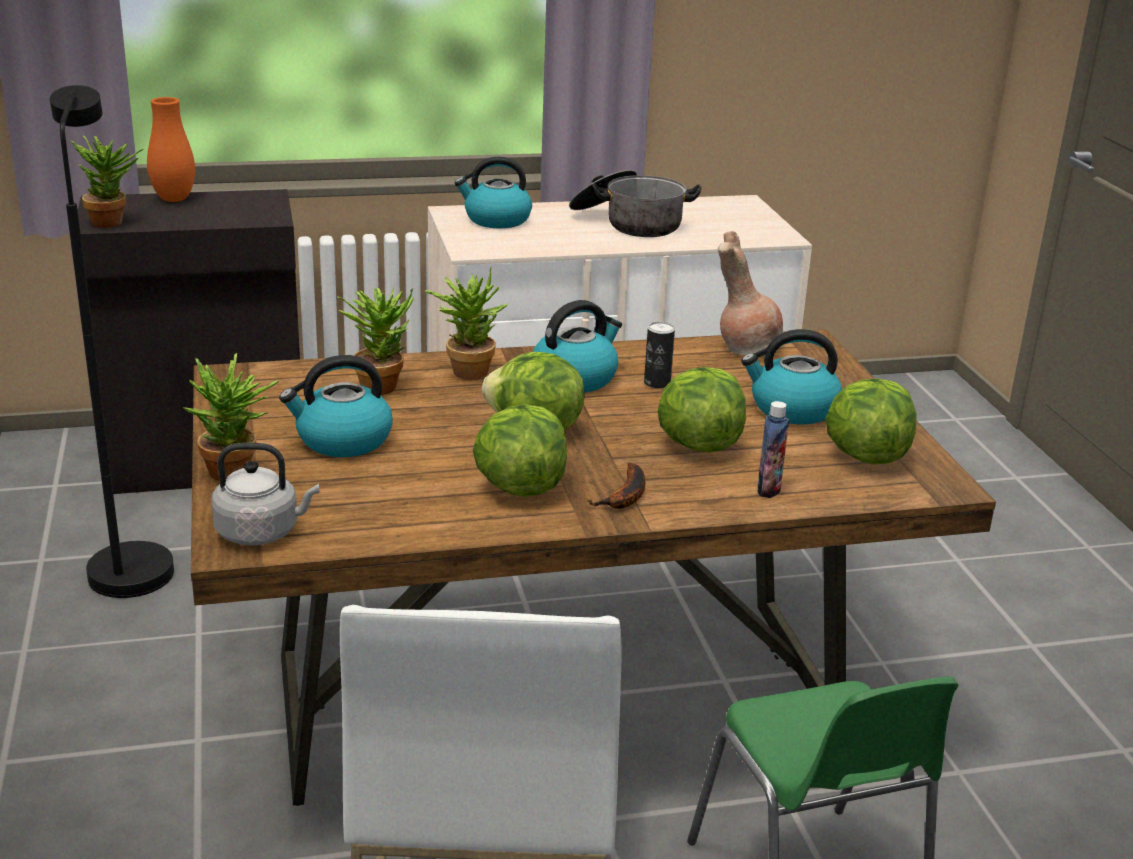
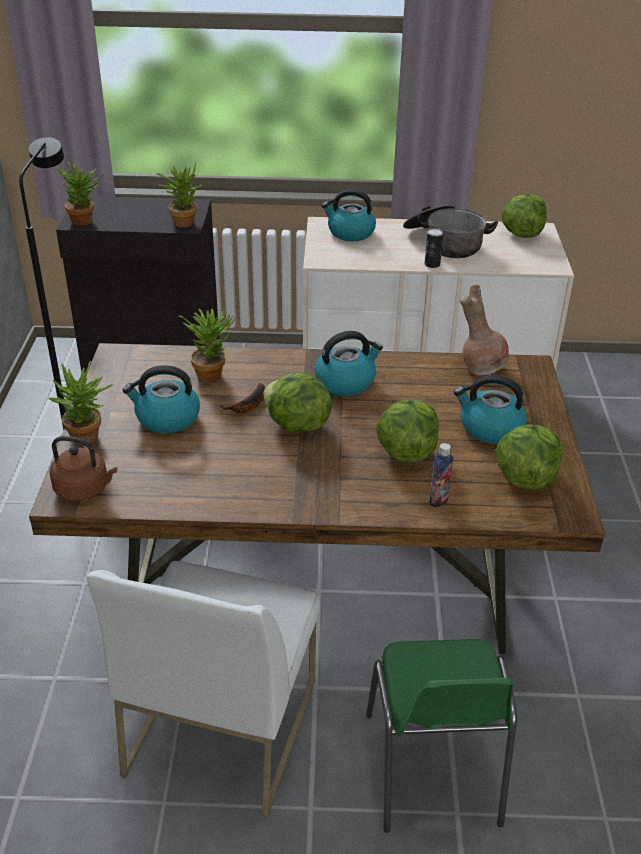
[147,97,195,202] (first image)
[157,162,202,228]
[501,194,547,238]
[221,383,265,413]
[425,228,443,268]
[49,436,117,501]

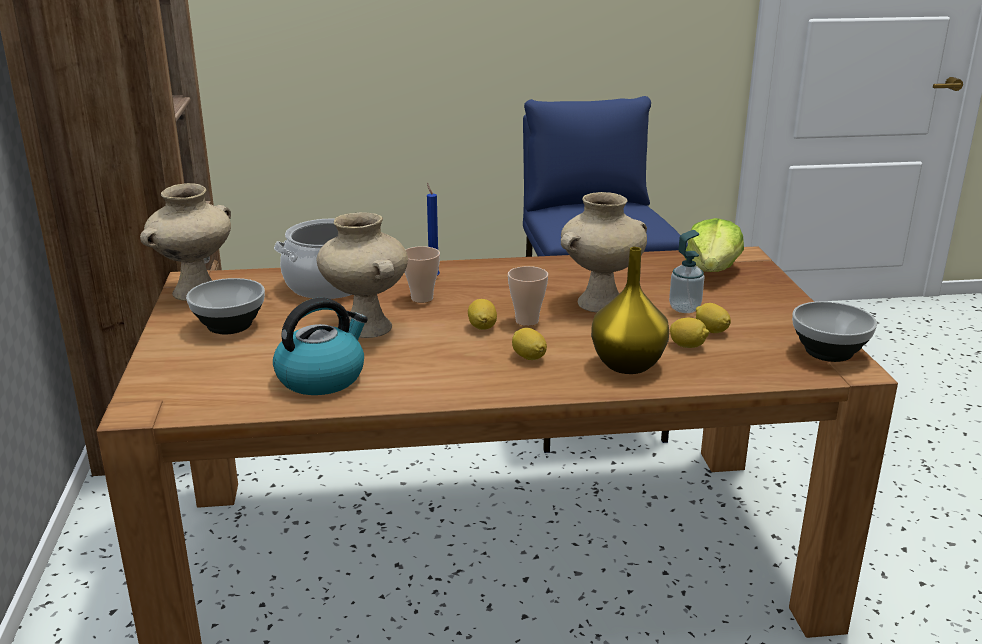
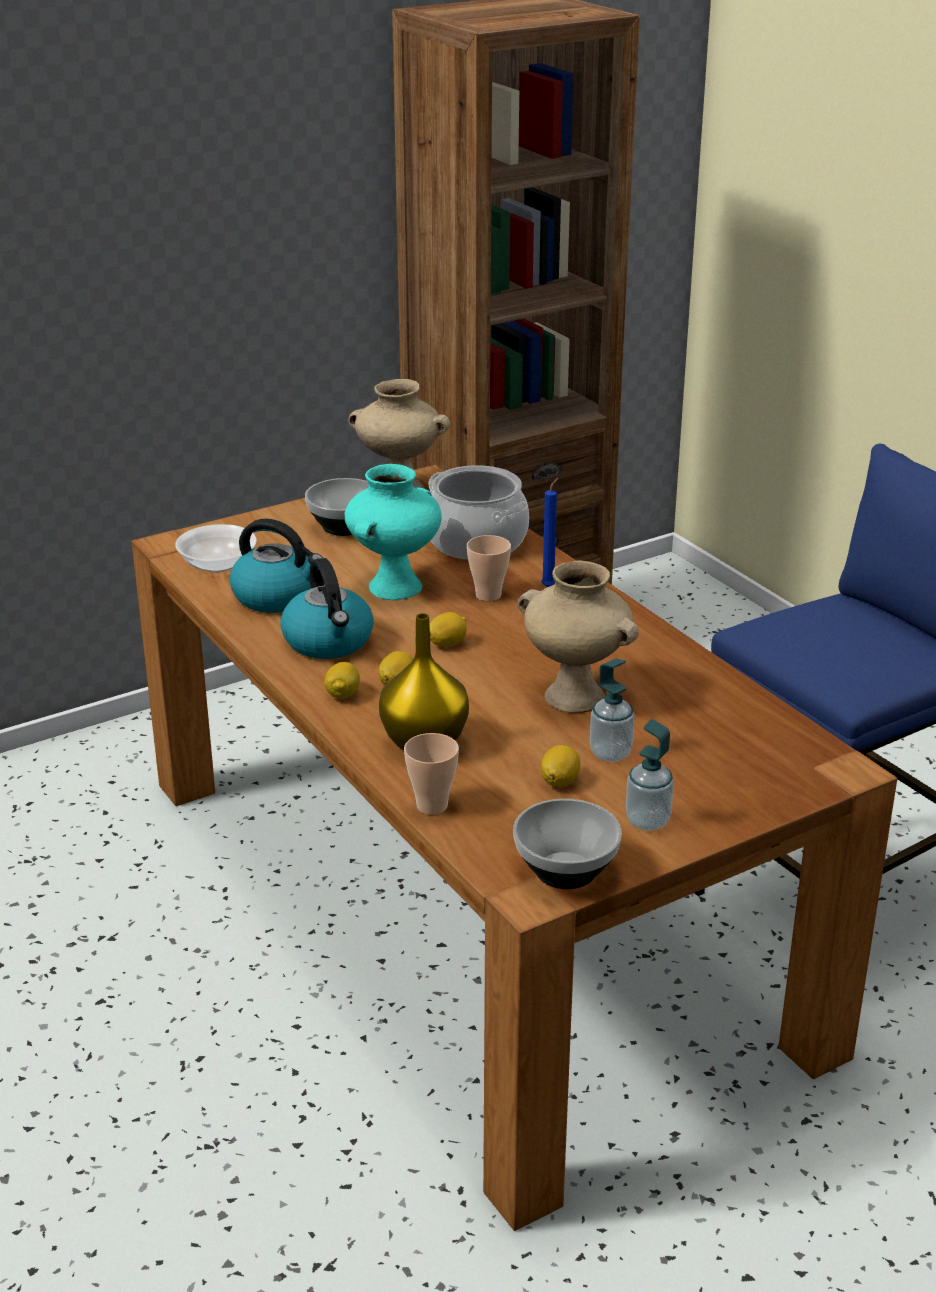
[684,218,744,272] (first image)
[175,524,257,573]
[280,558,374,659]
[626,719,674,831]
[404,733,459,815]
[324,662,360,699]
[345,464,442,600]

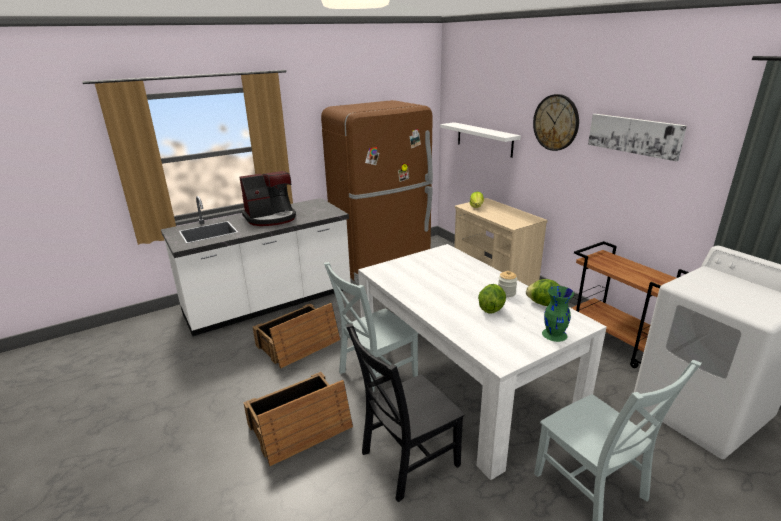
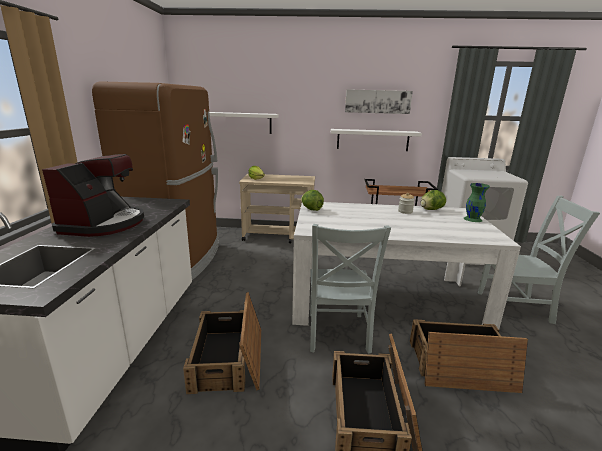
[533,94,579,151] (first image)
[331,129,422,151]
[301,190,324,211]
[410,319,528,393]

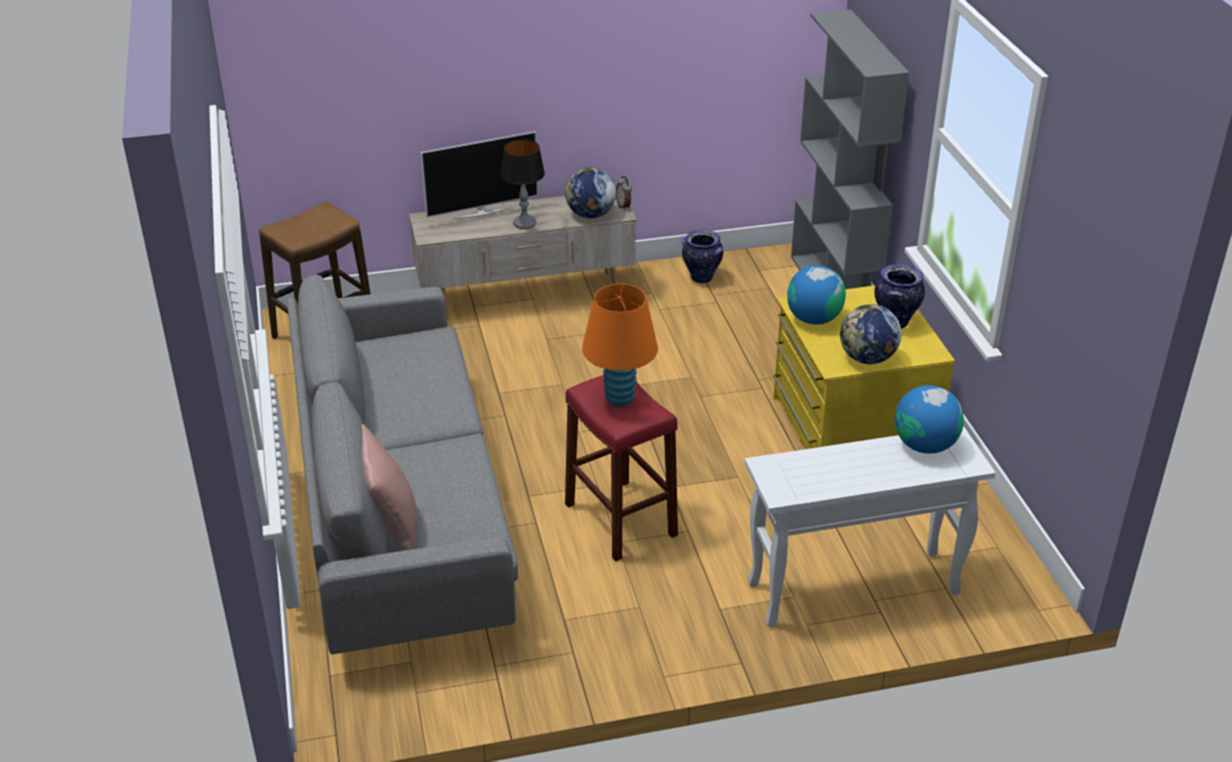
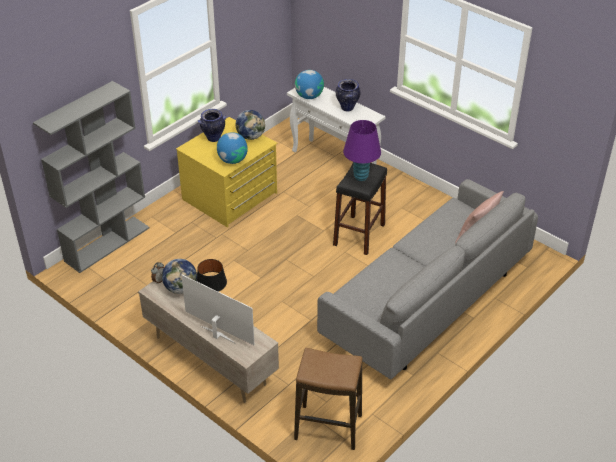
[336,79,360,111]
[333,163,387,255]
[343,120,381,181]

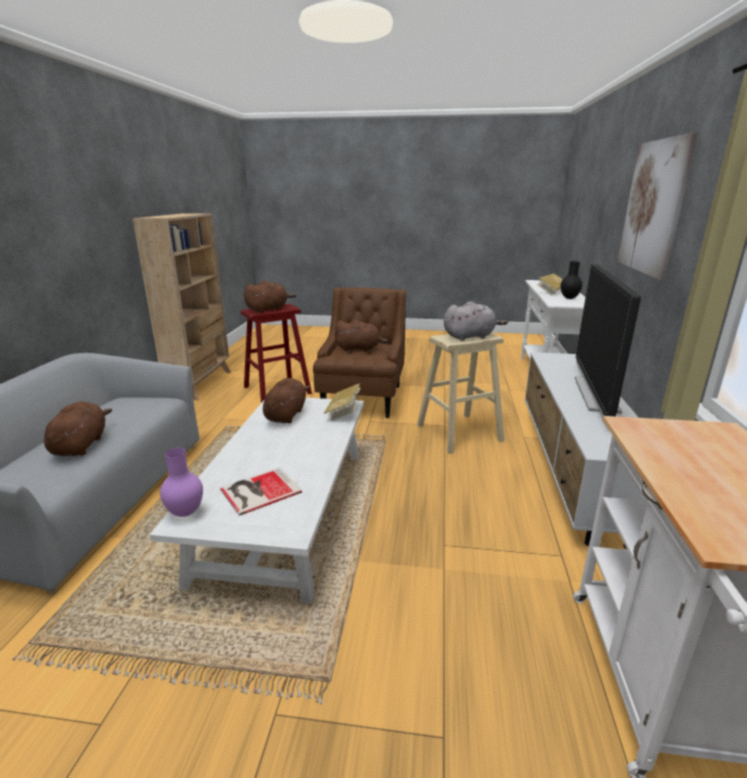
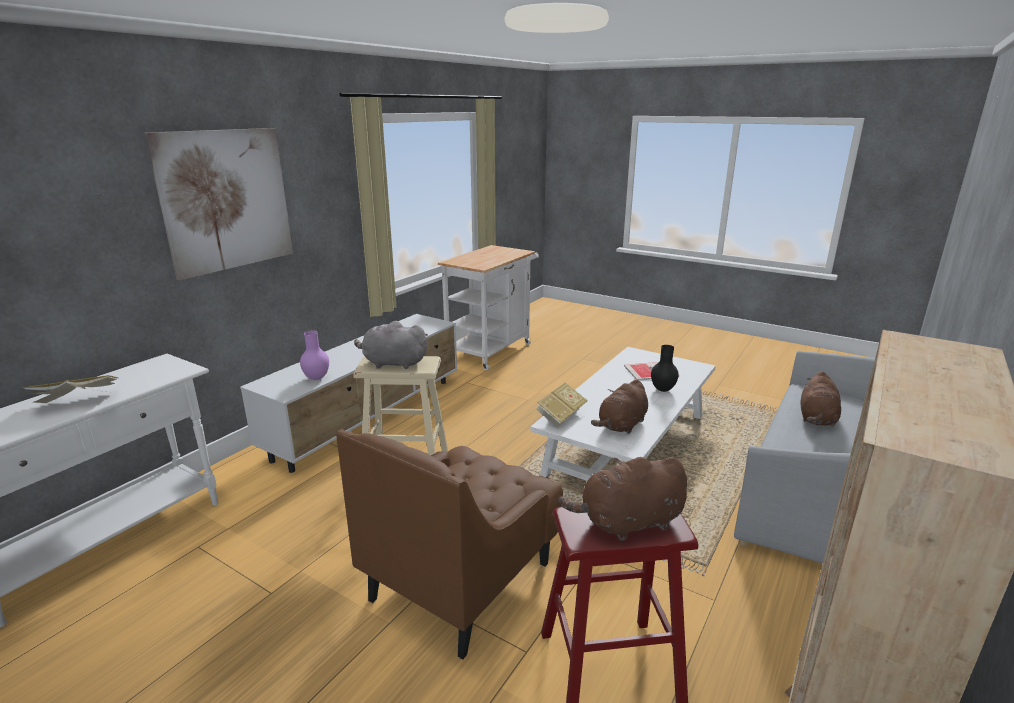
[334,319,388,352] (first image)
[575,264,641,417] (first image)
[300,331,329,380]
[651,345,679,392]

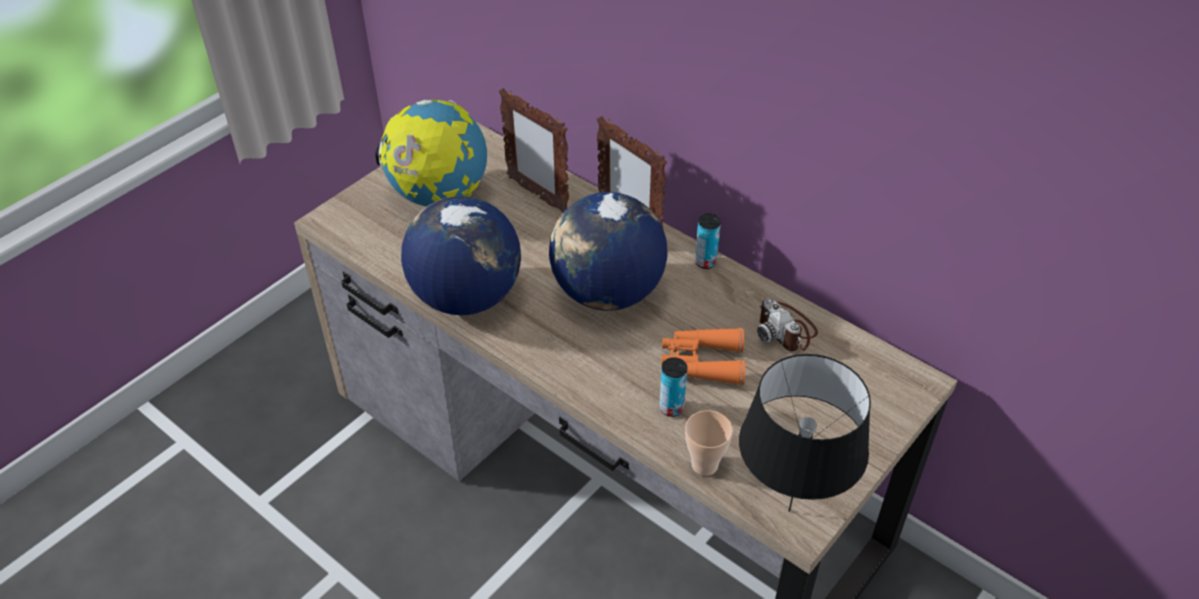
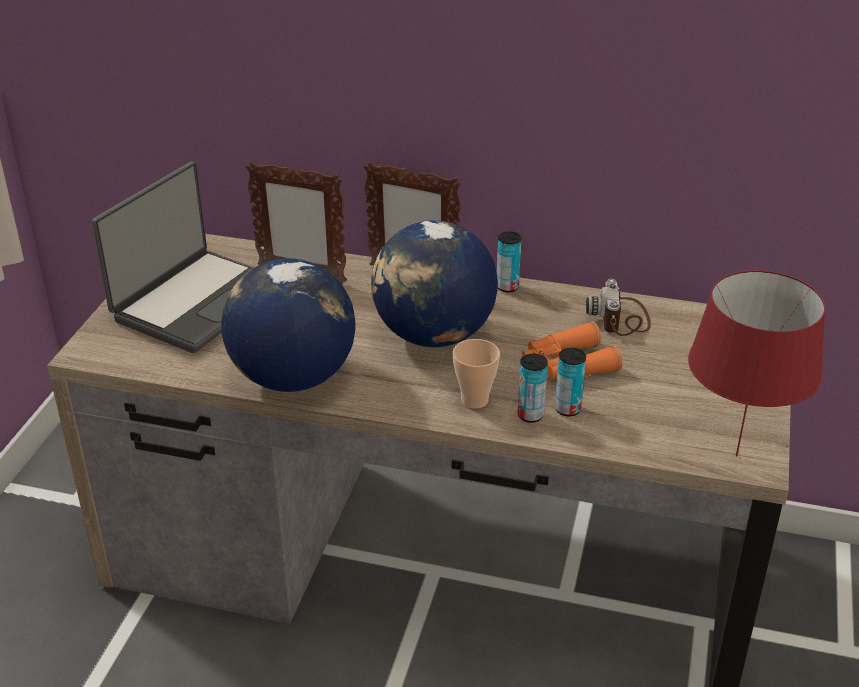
[518,354,548,423]
[453,339,500,409]
[92,162,255,353]
[688,270,826,457]
[586,279,651,336]

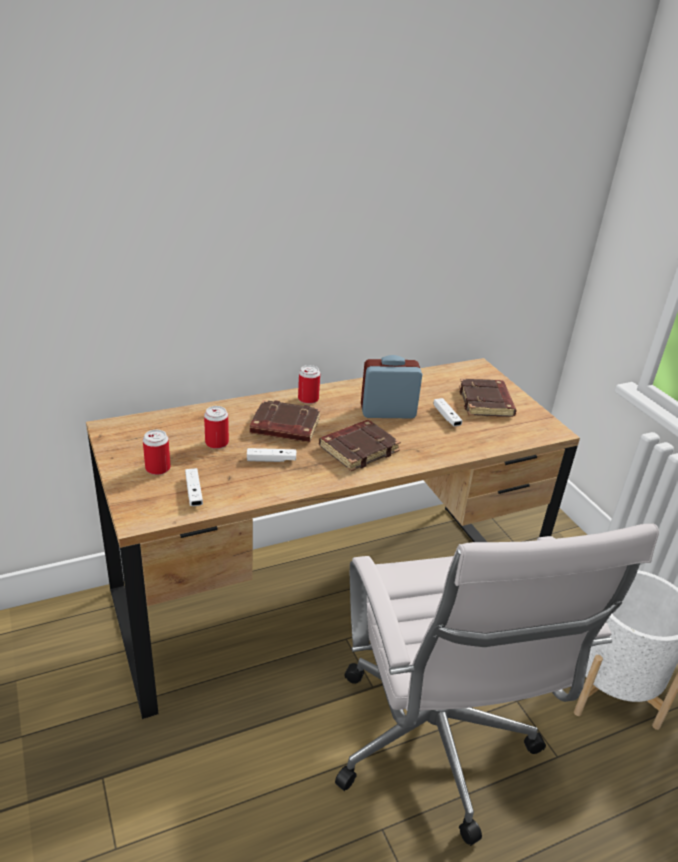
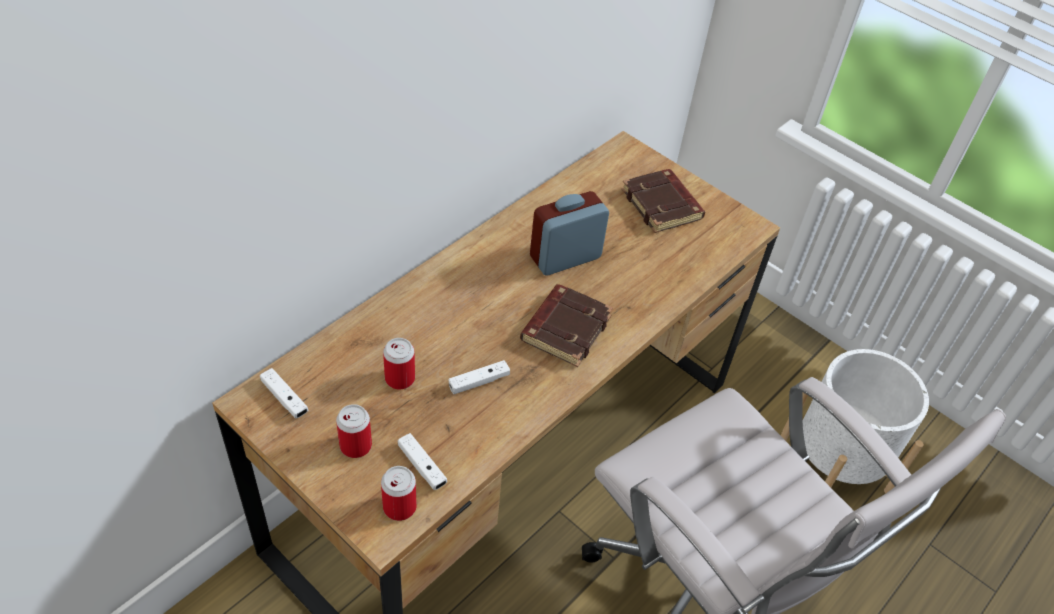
[250,400,321,442] (first image)
[381,466,416,521]
[260,368,308,419]

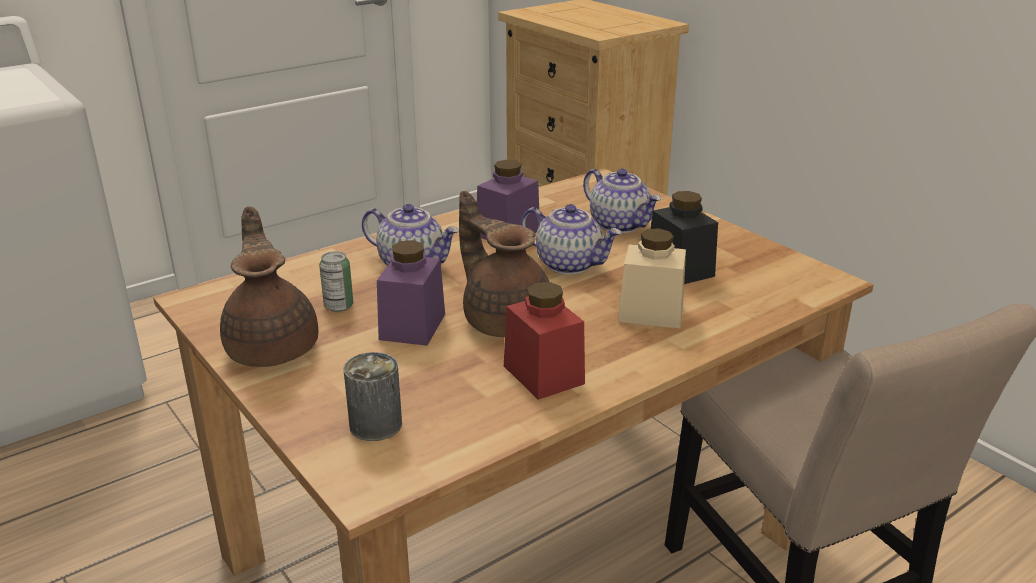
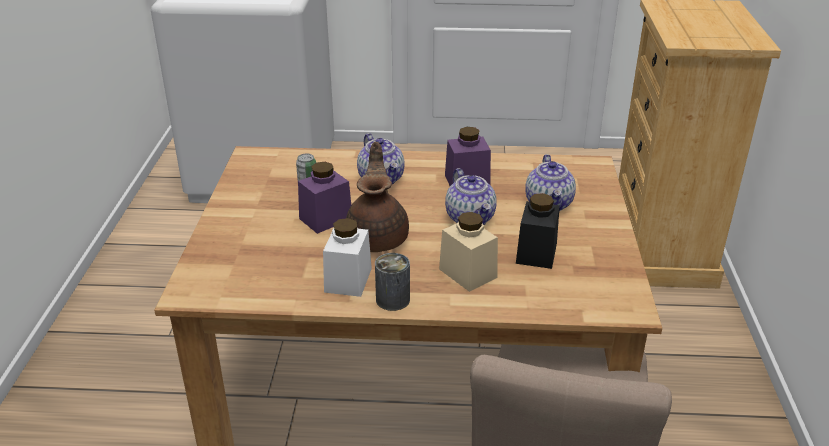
[220,207,318,367] (first image)
[375,253,410,311]
[323,218,372,297]

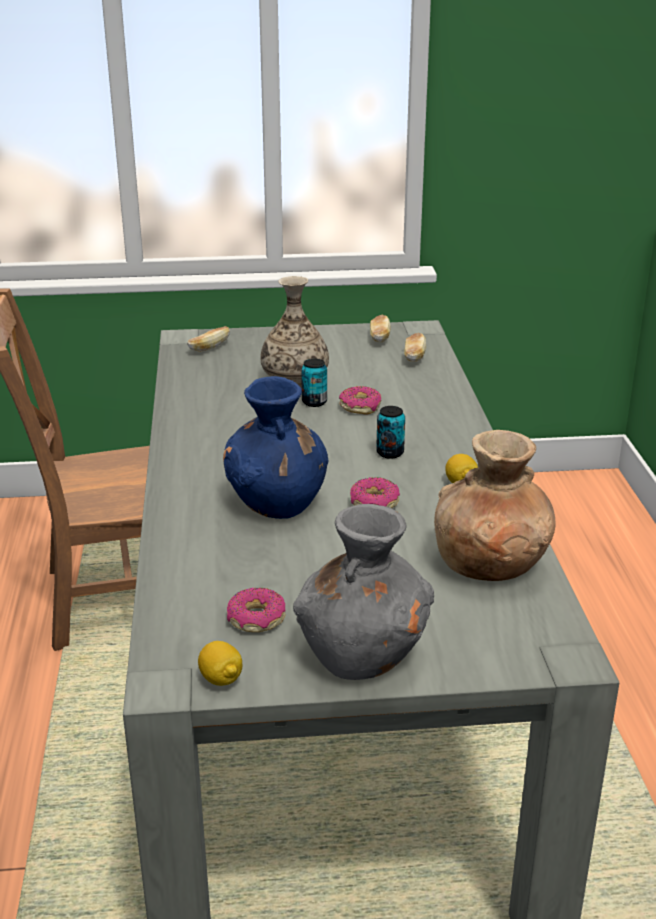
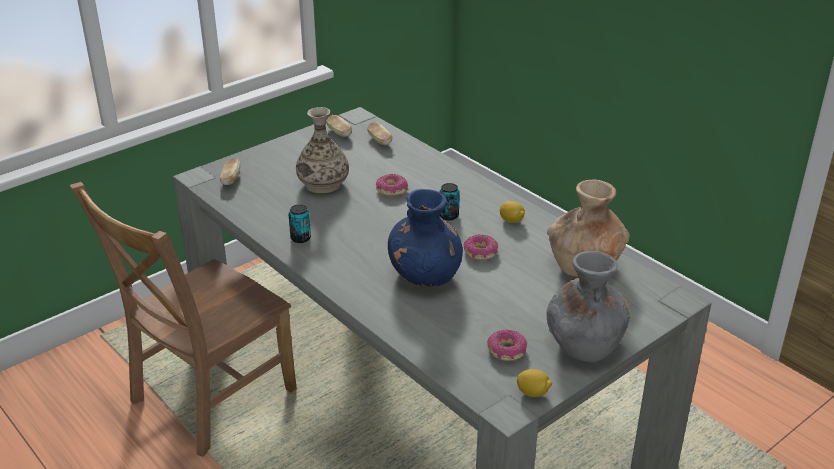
[289,205,311,243]

